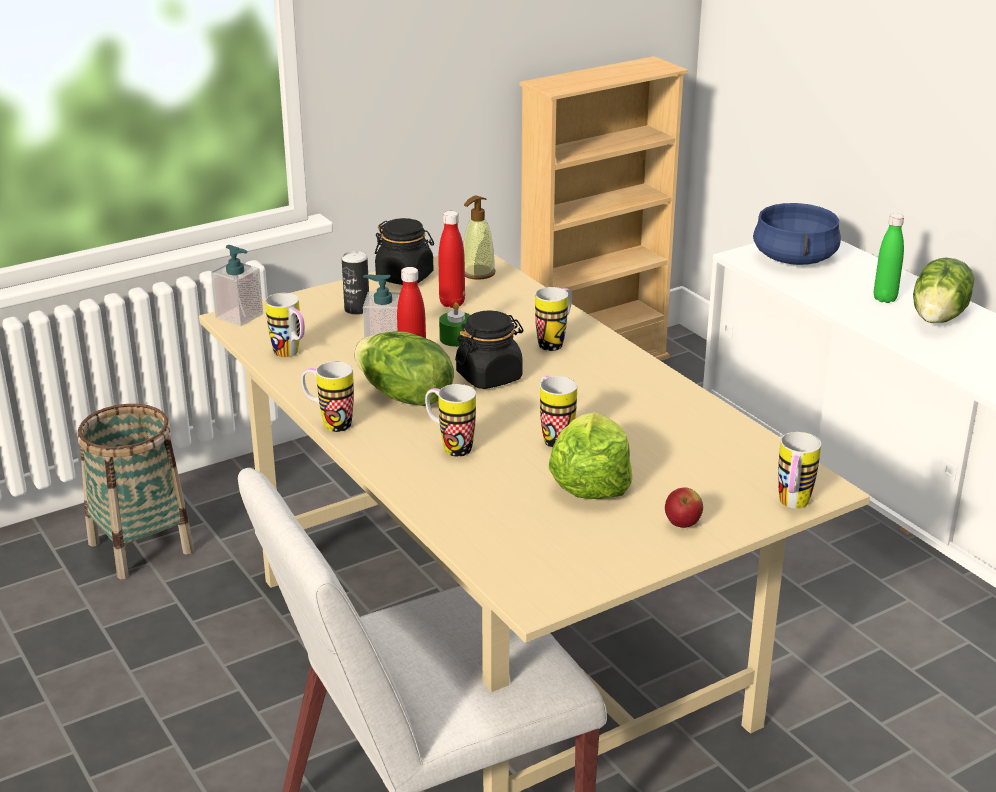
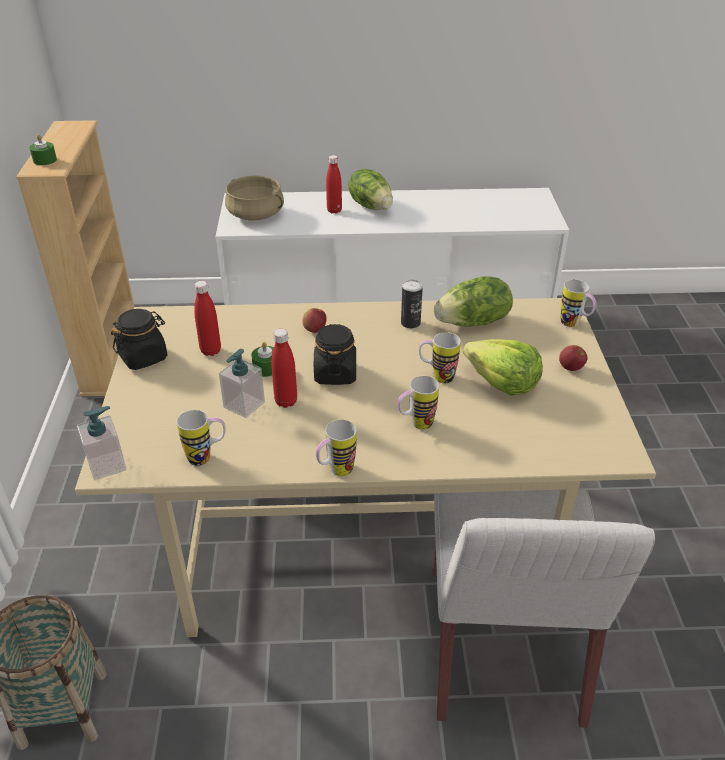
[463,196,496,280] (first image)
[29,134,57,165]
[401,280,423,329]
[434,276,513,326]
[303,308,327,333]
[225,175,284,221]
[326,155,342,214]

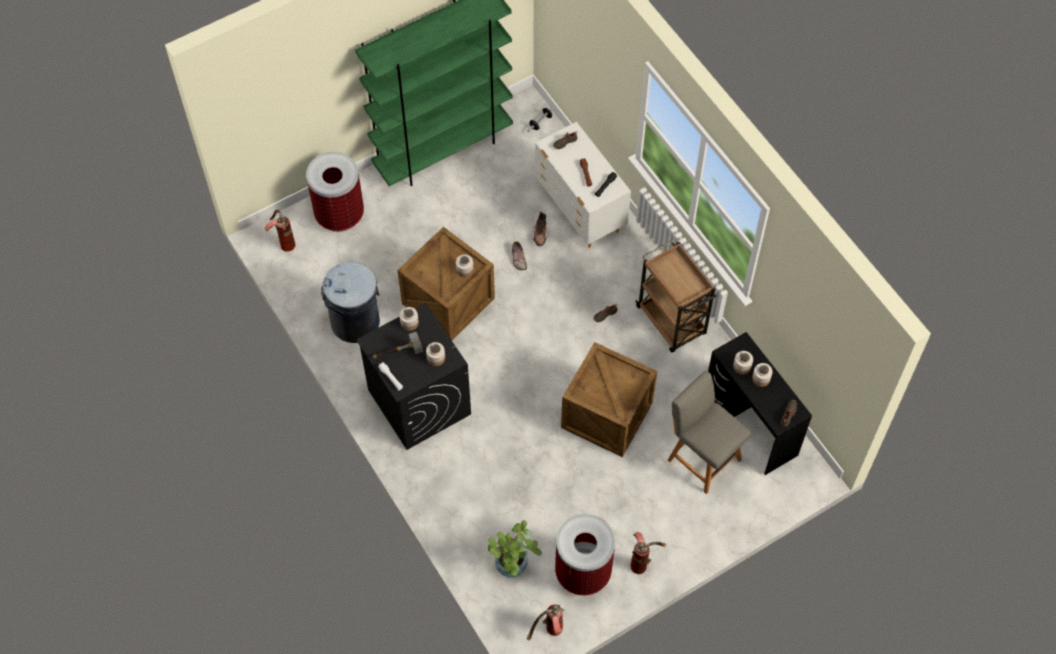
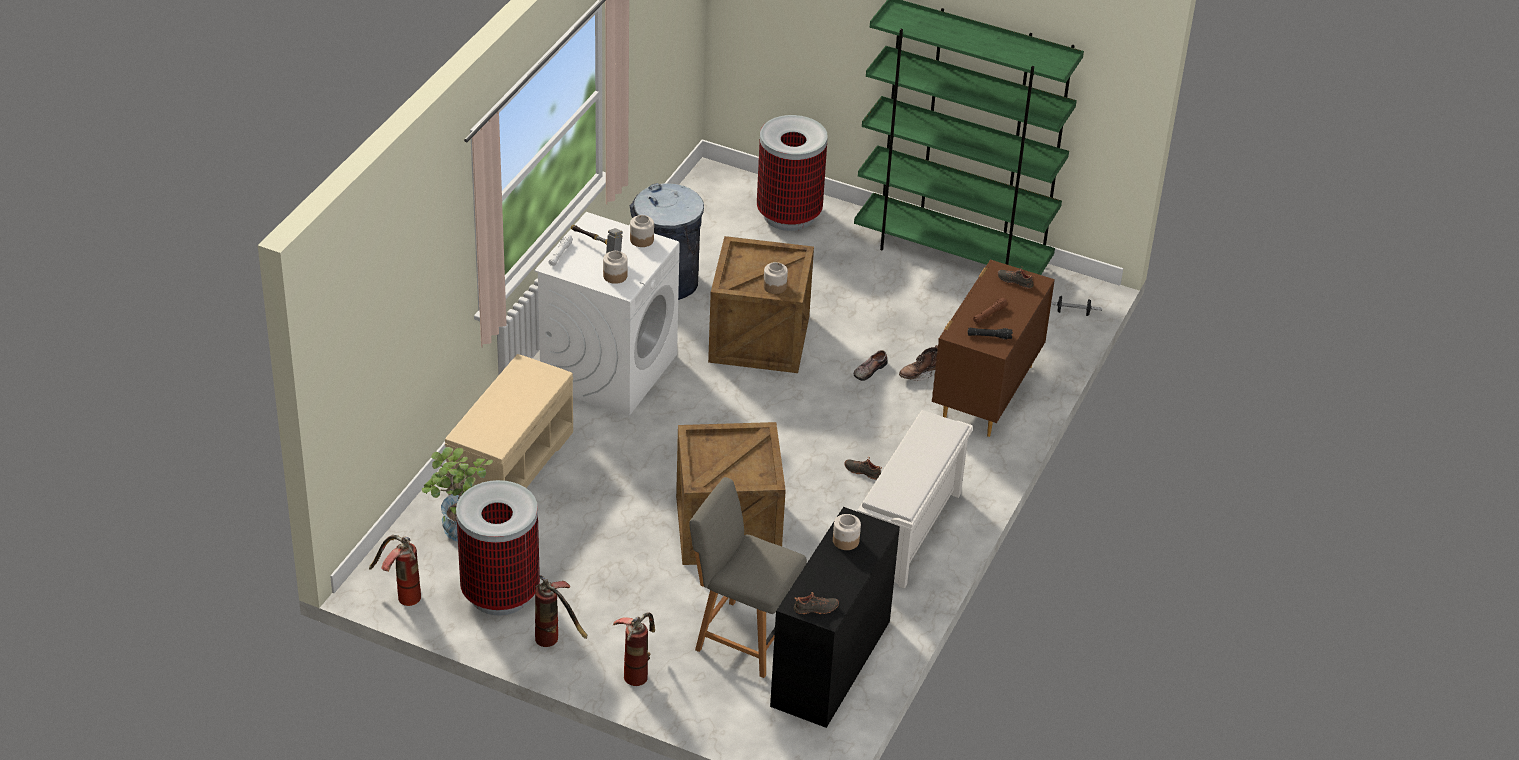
[752,363,772,387] (first image)
[445,354,573,496]
[613,612,655,686]
[857,410,973,589]
[535,212,680,416]
[932,259,1055,437]
[689,477,807,678]

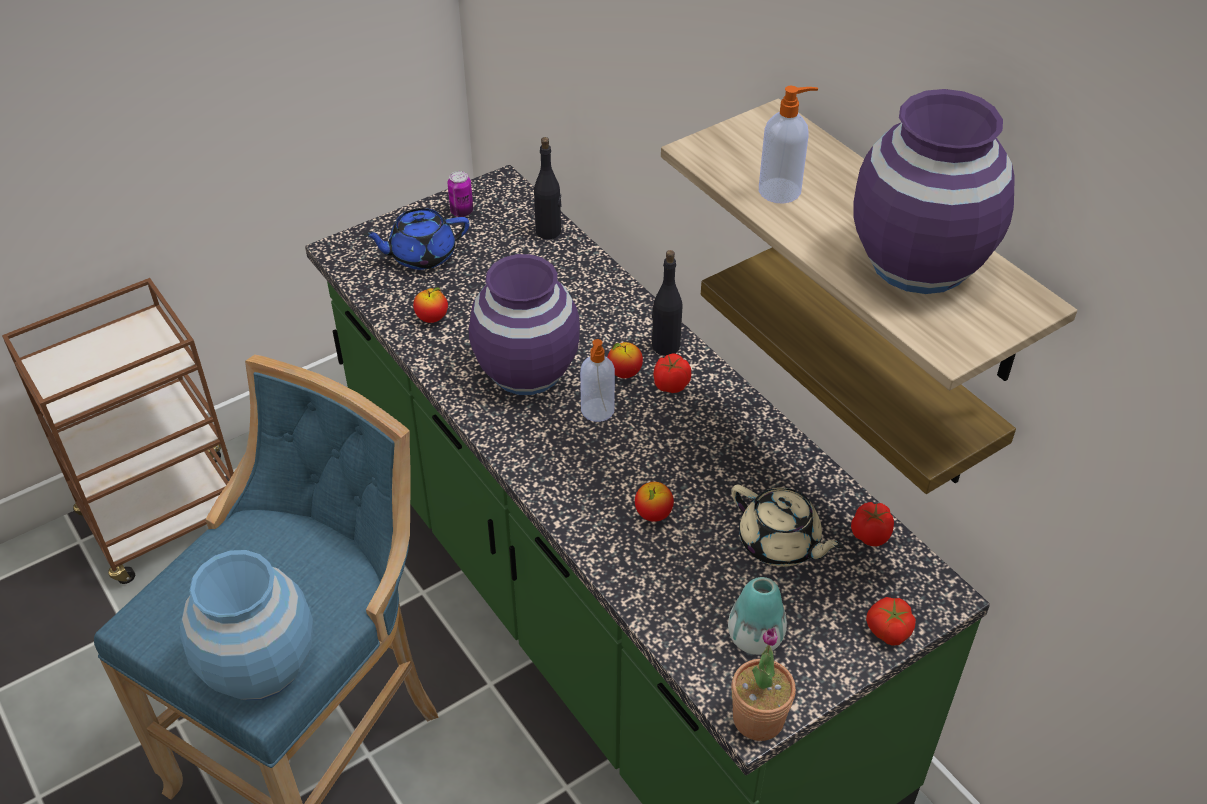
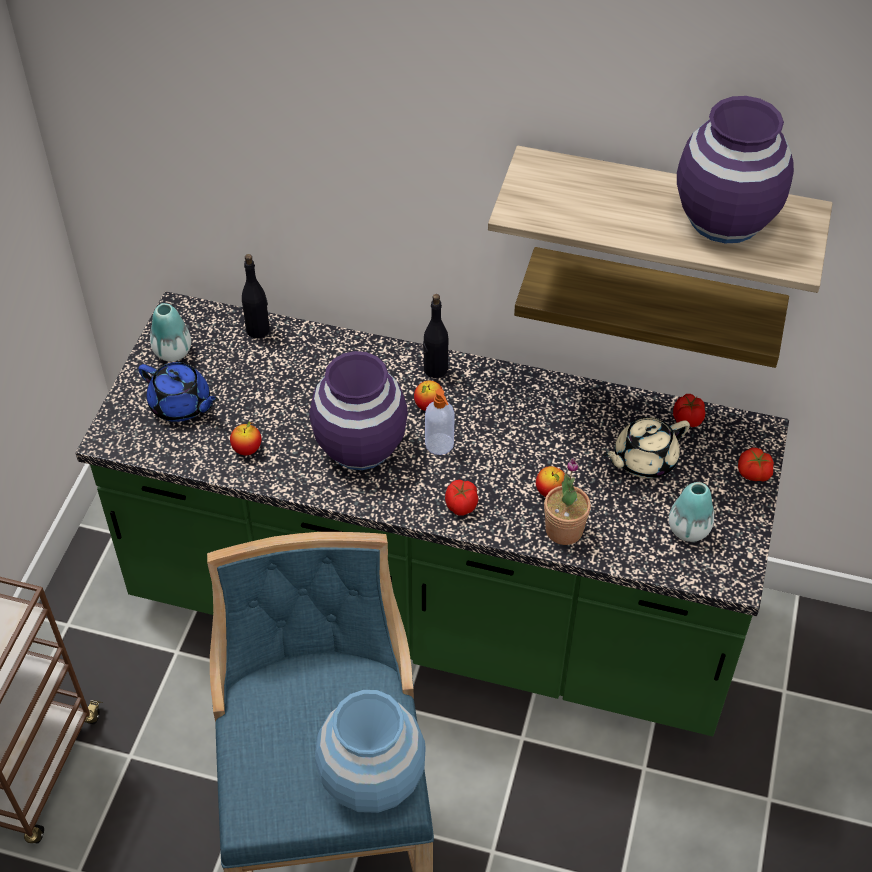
[759,86,818,204] (first image)
[445,480,478,516]
[544,458,591,545]
[150,303,191,361]
[138,362,219,422]
[603,417,690,479]

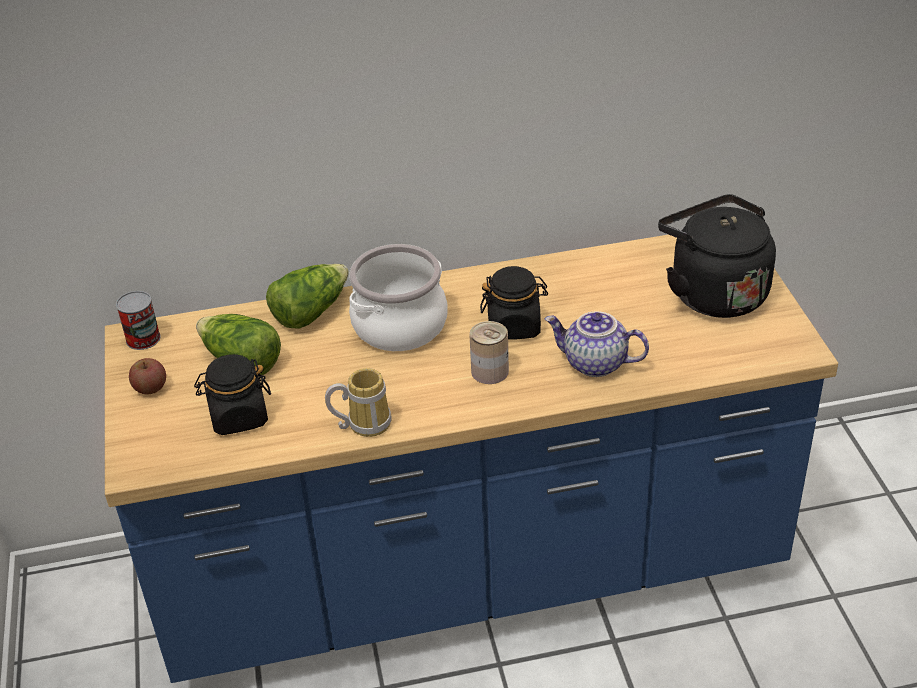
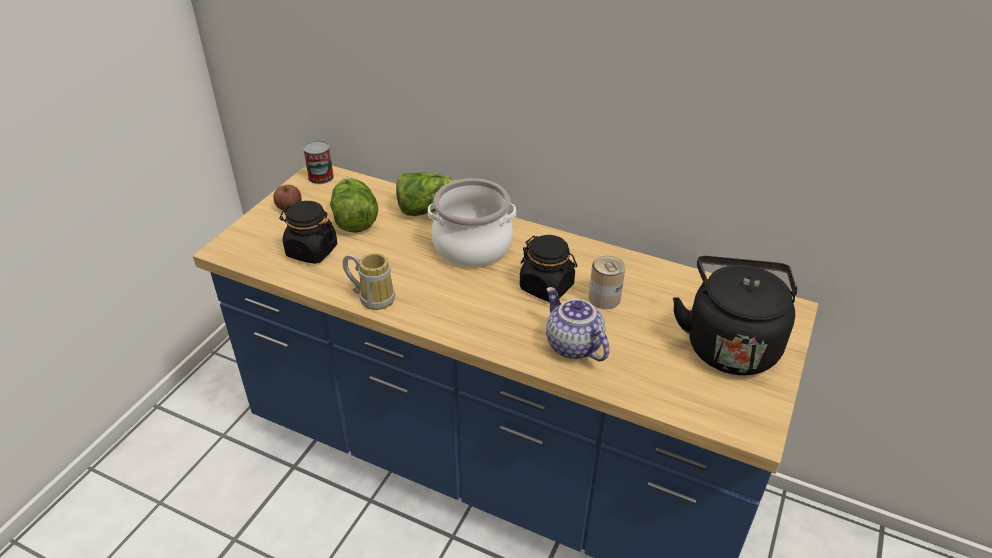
[589,255,626,309]

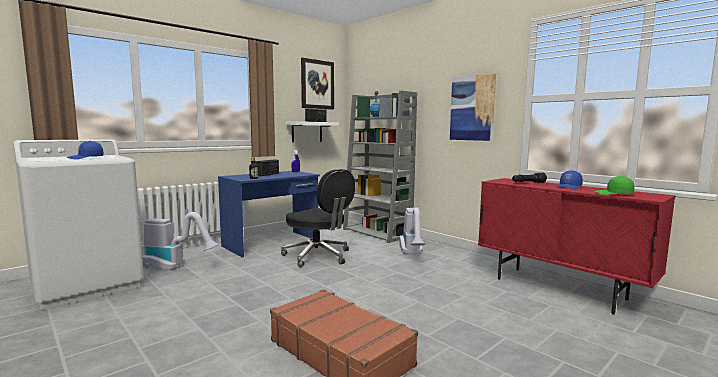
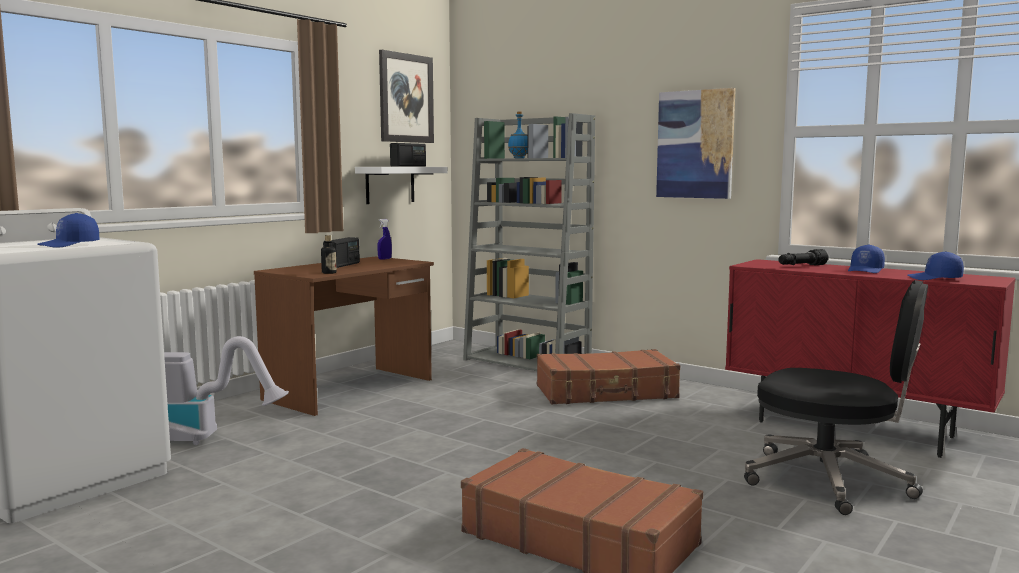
[744,280,928,515]
[537,349,680,404]
[254,256,434,416]
[907,251,964,280]

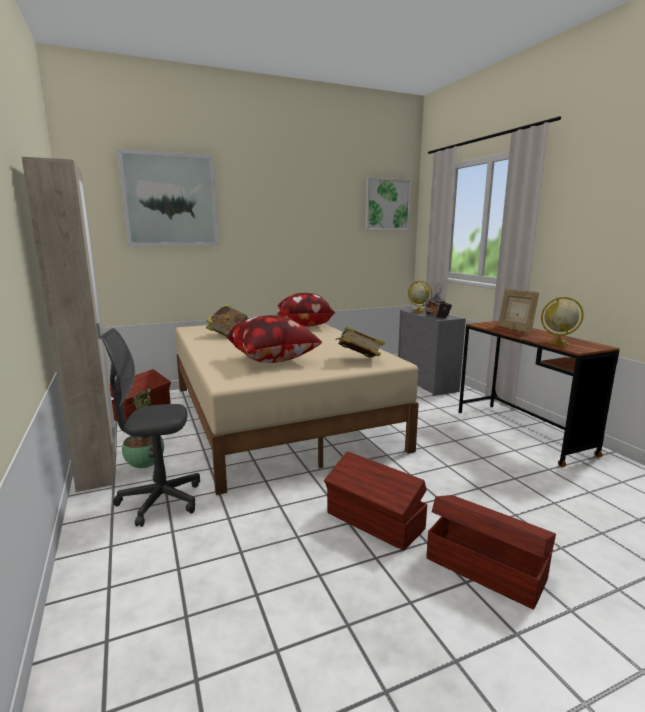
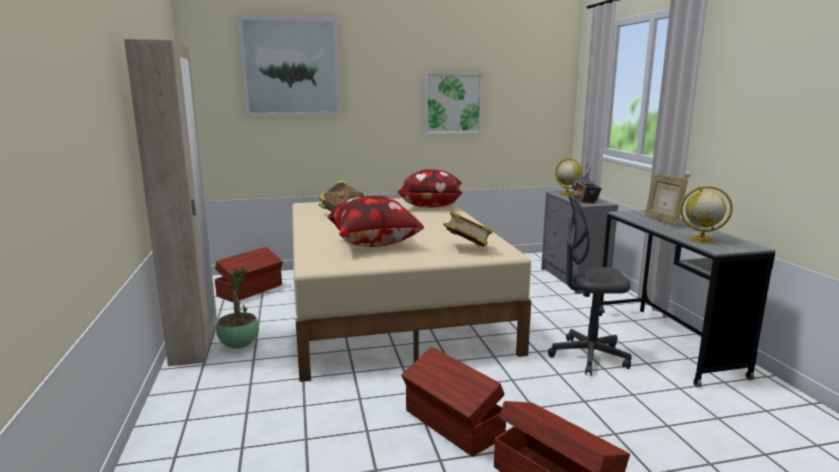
[548,195,632,376]
[425,73,483,134]
[599,210,775,388]

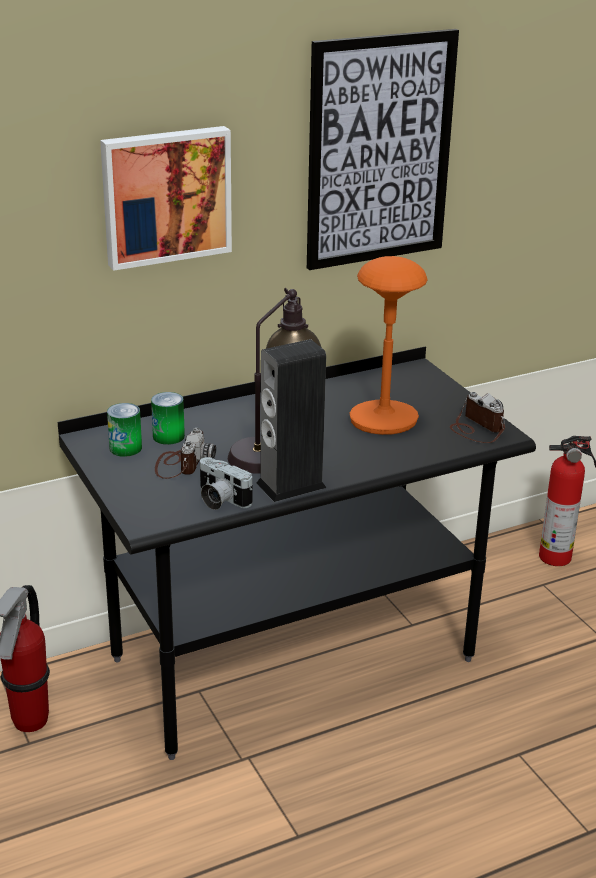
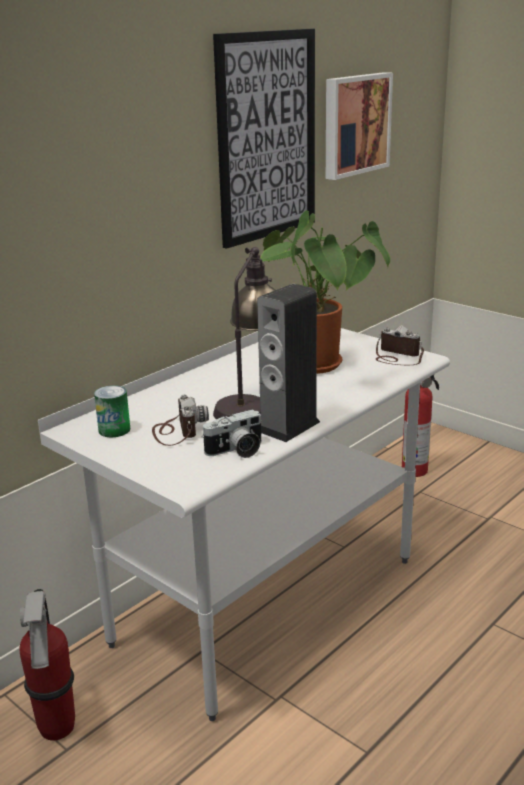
[151,392,185,445] (first image)
[326,72,393,180]
[260,210,390,374]
[38,328,450,721]
[202,409,262,458]

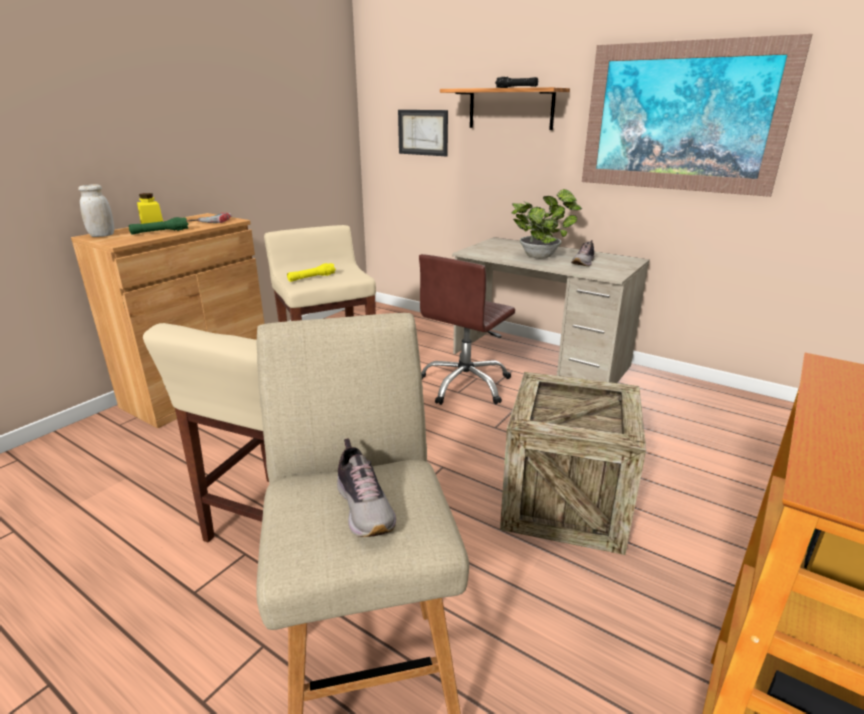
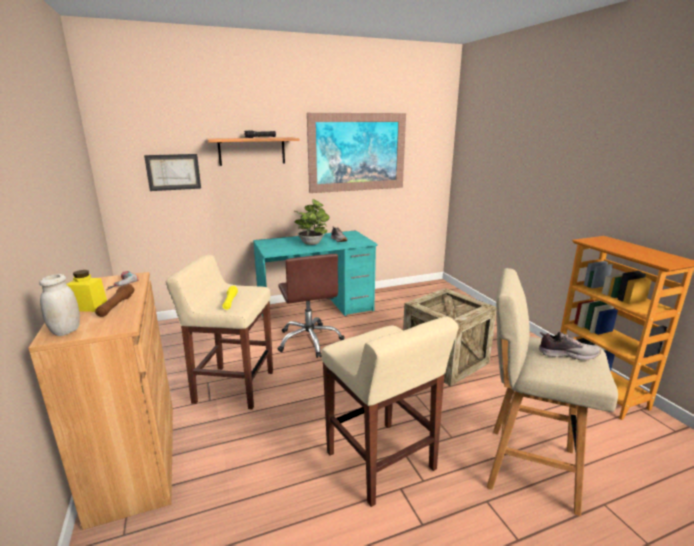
[95,284,135,317]
[253,230,378,316]

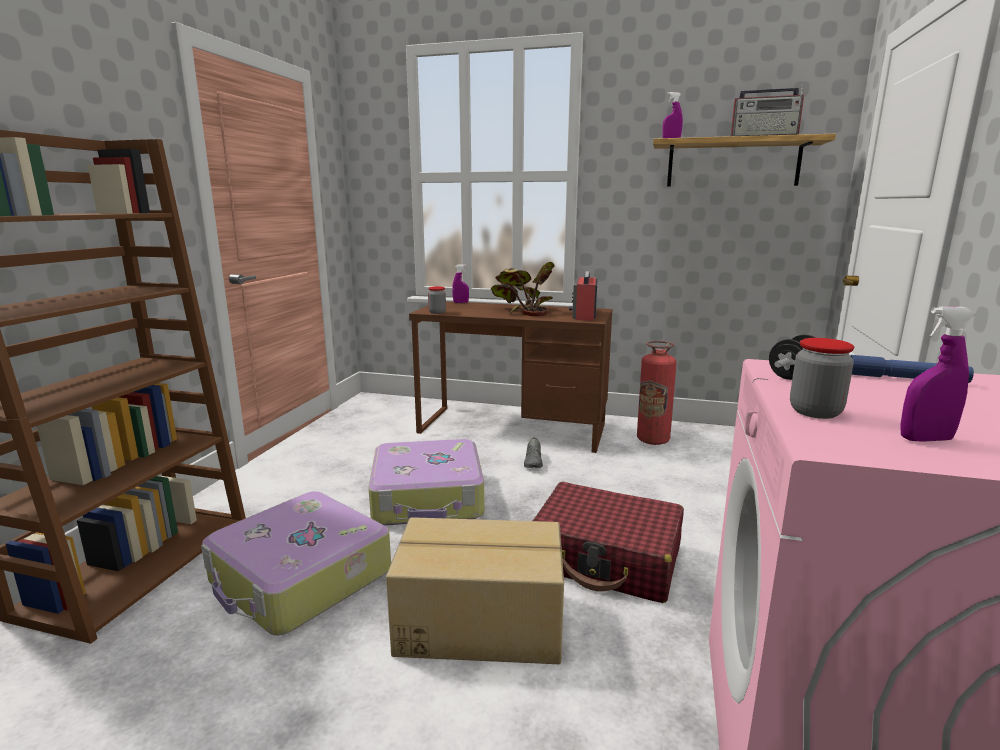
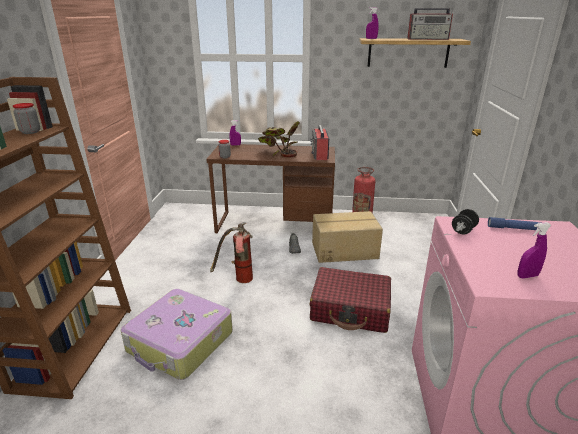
[312,211,383,263]
[13,103,40,134]
[210,222,253,283]

